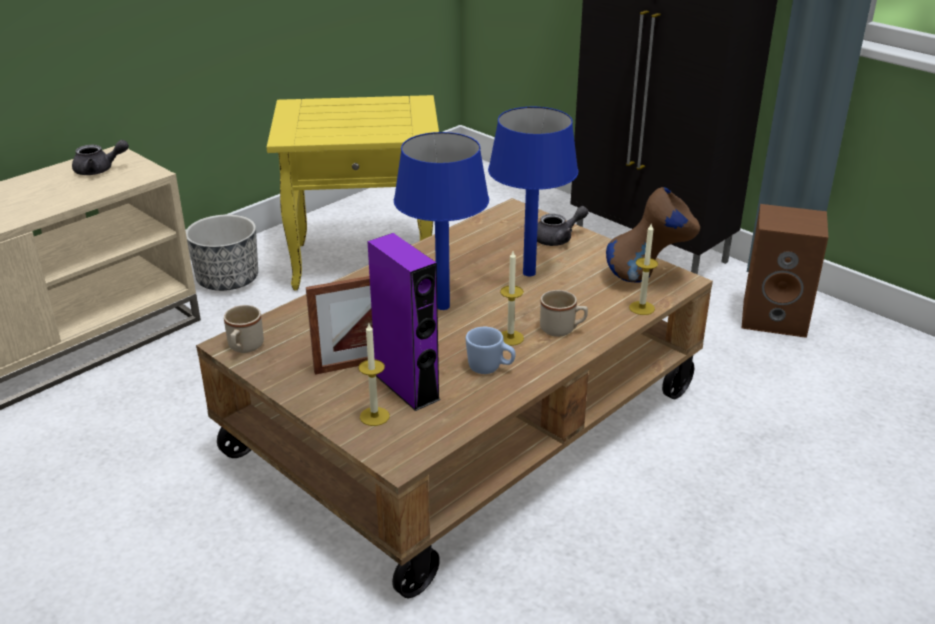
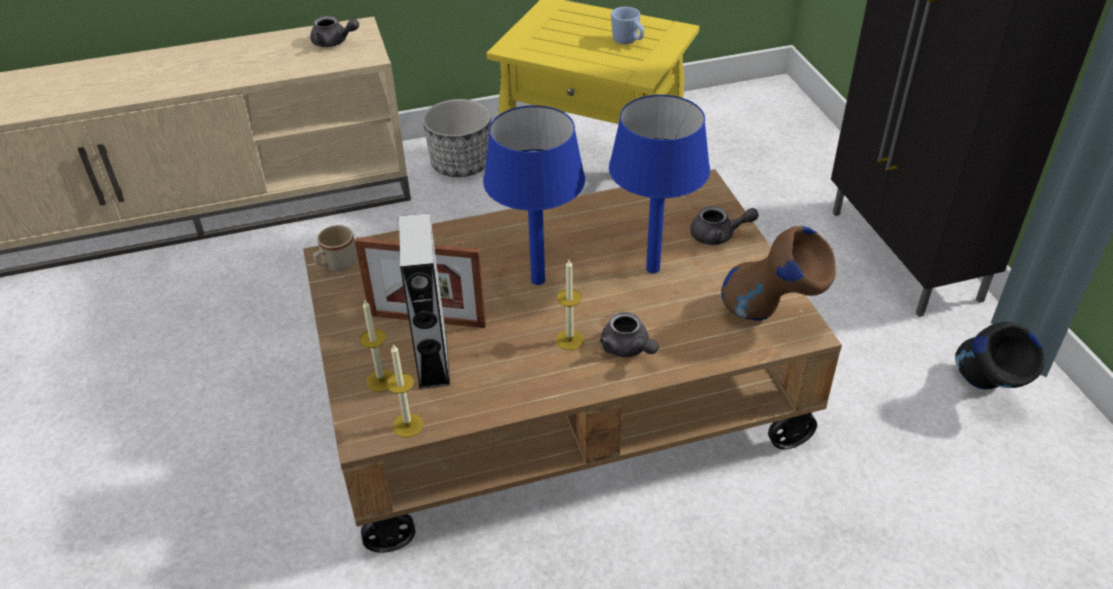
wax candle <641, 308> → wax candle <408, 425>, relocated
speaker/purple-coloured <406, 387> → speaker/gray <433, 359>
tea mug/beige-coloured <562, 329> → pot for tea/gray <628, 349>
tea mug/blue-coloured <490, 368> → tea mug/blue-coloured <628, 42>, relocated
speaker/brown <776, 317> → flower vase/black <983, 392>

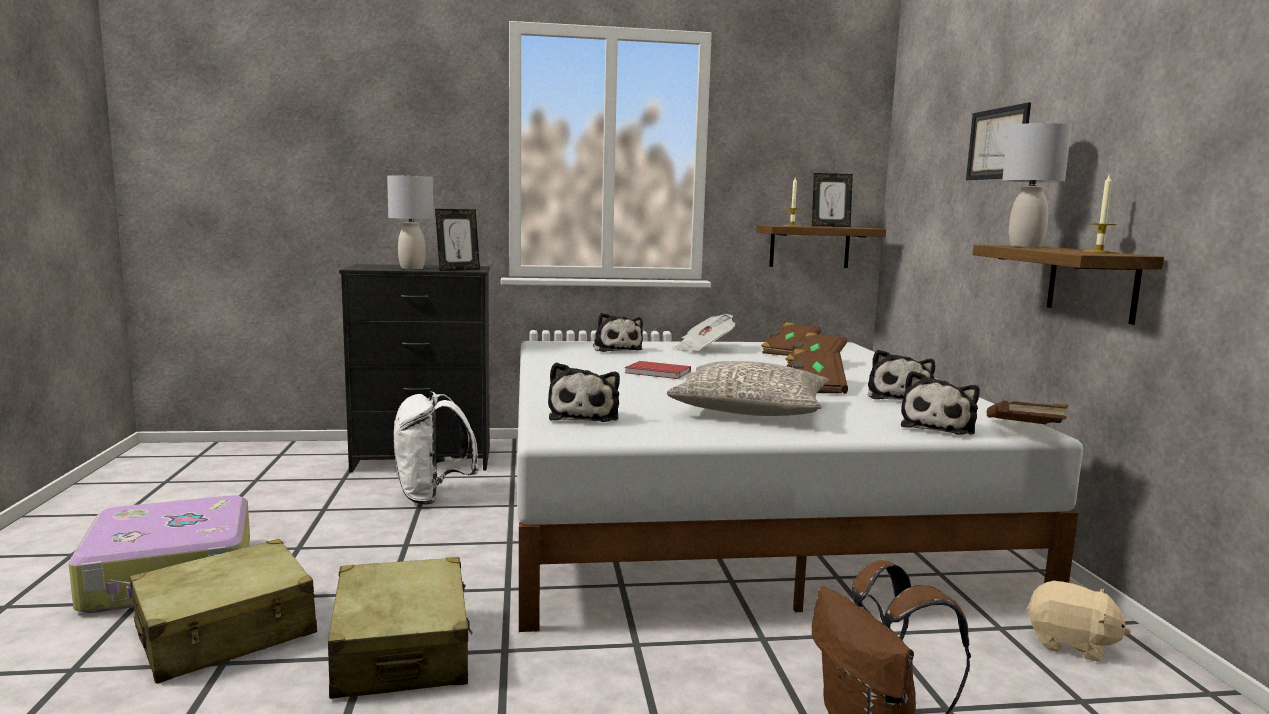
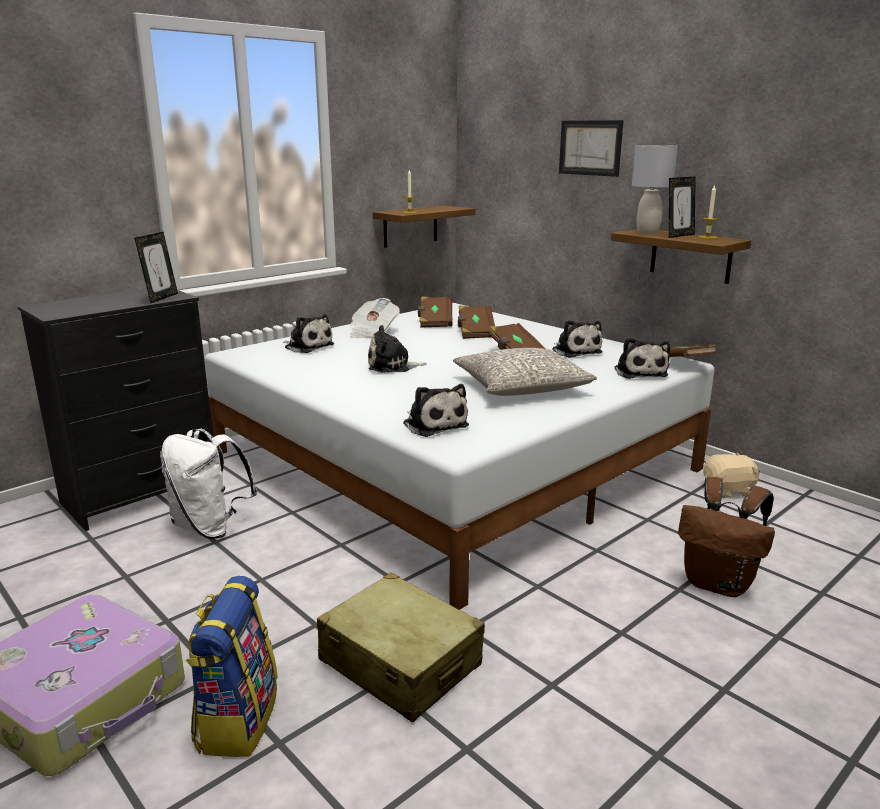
piece of luggage/beige-coloured <227, 632> → backpack <237, 719>
book/red-coloured <657, 373> → cuddly toy <392, 366>
photo frame <830, 226> → photo frame <678, 235>, relocated
tabletop lamp/gray <412, 268> → -

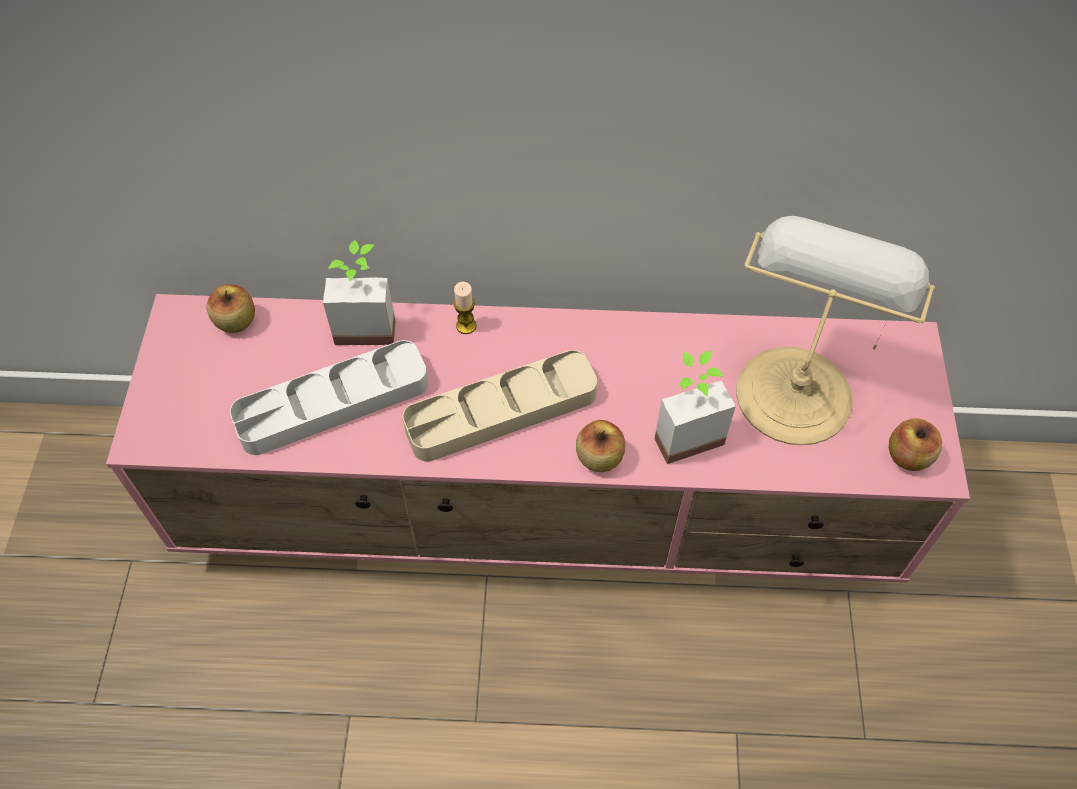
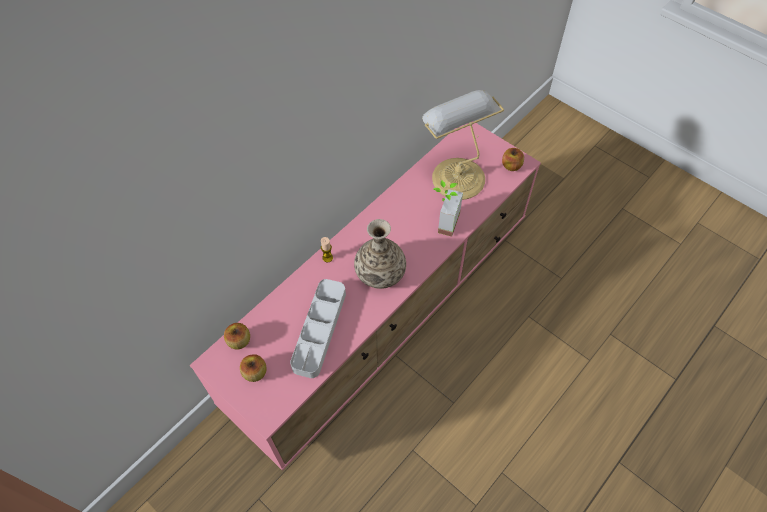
whole apple <599, 457> → whole apple <255, 373>, relocated
carrying tray/beige-coloured <501, 411> → flower vase <380, 273>
plant in a pot <366, 322> → -

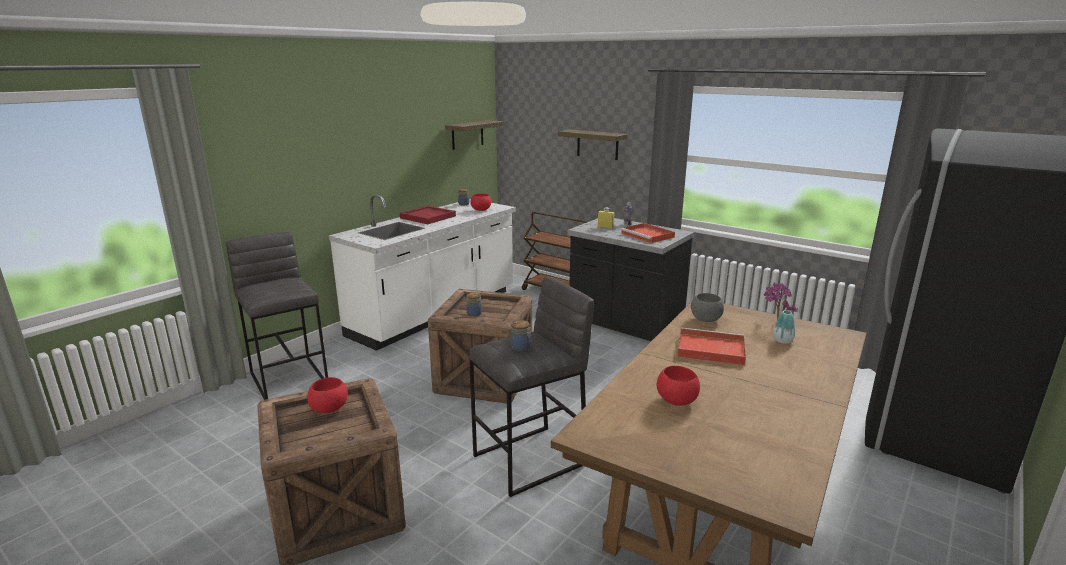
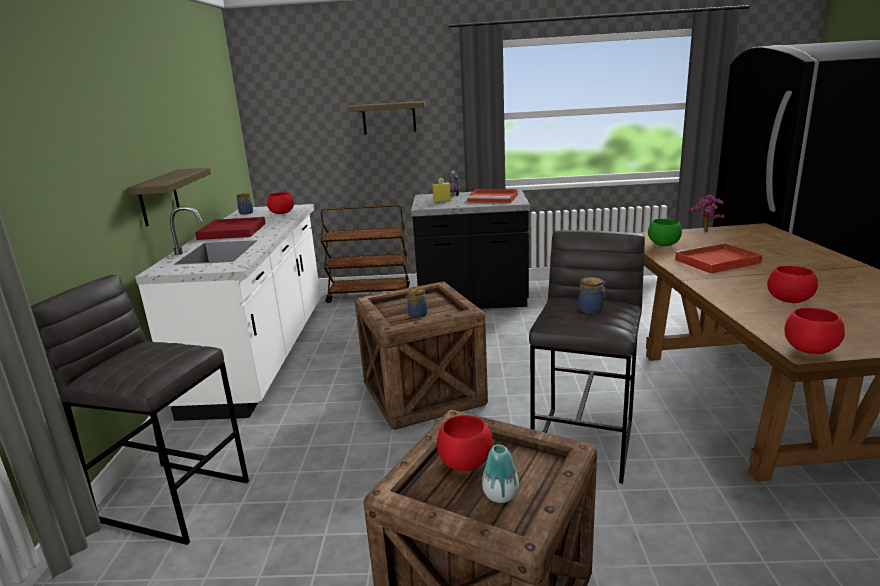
shelf <467, 134> → shelf <158, 197>, relocated
flower vase <782, 341> → flower vase <500, 495>, relocated
deep dish/gray <705, 320> → deep dish/green <663, 245>
- → deep dish/red-coloured <811, 350>

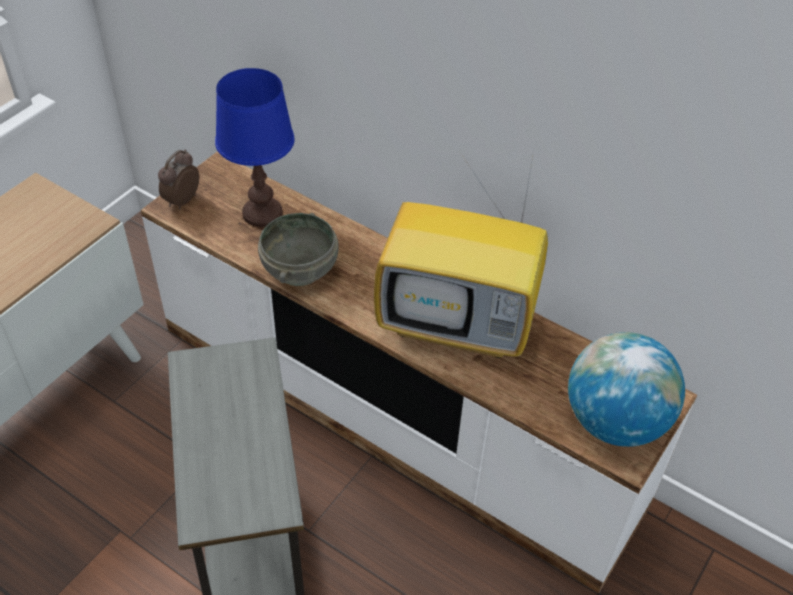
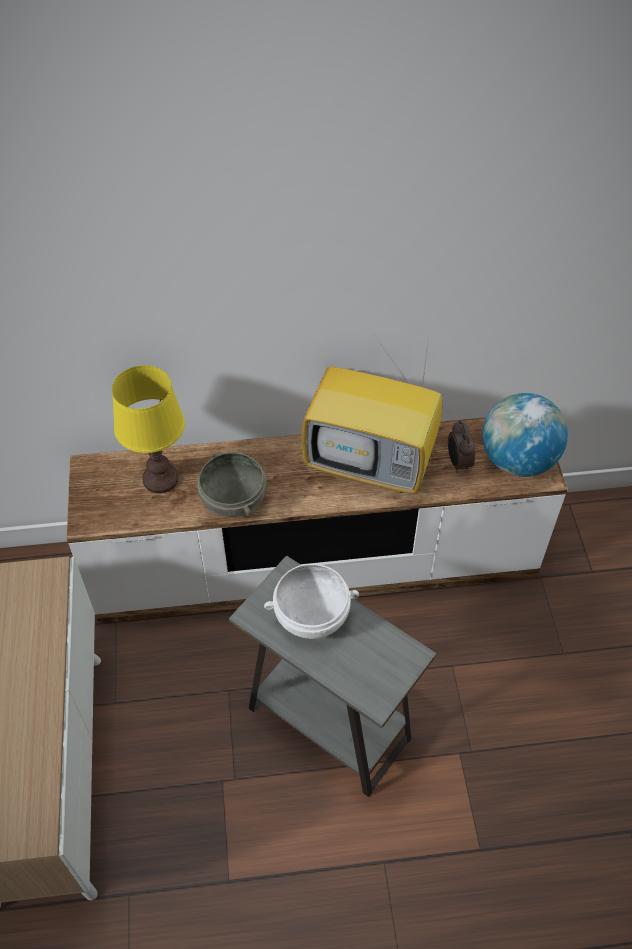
tabletop lamp/blue-coloured <262, 213> → tabletop lamp/yellowish <160, 479>
- → deep dish/white-coloured <311, 617>
TV <460, 323> → TV <372, 463>, 45 degrees clockwise
bedside clock <181, 201> → bedside clock <457, 463>, relocated

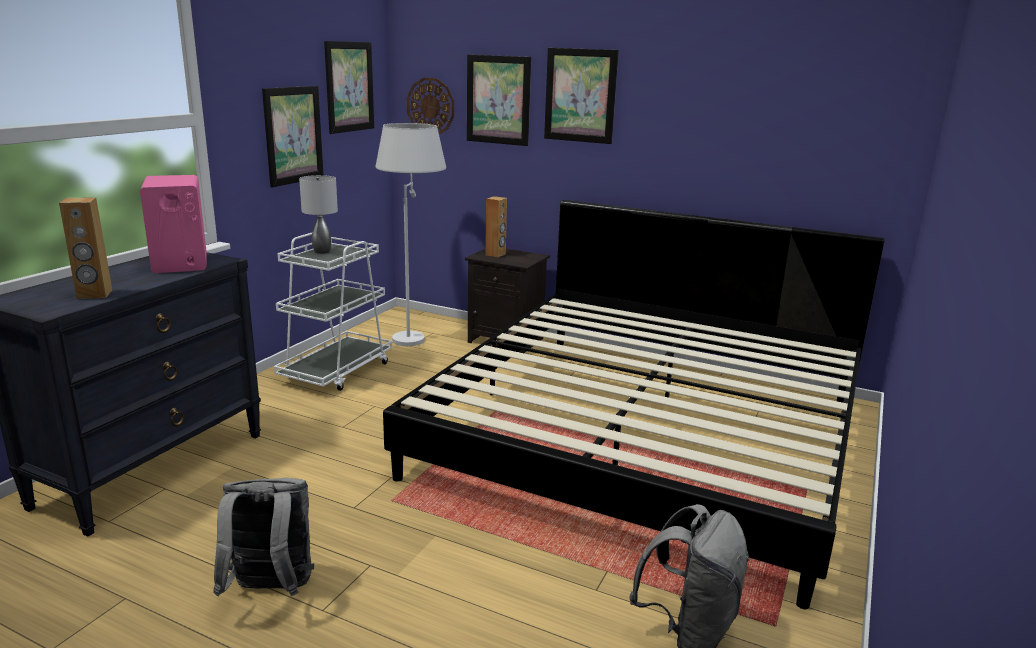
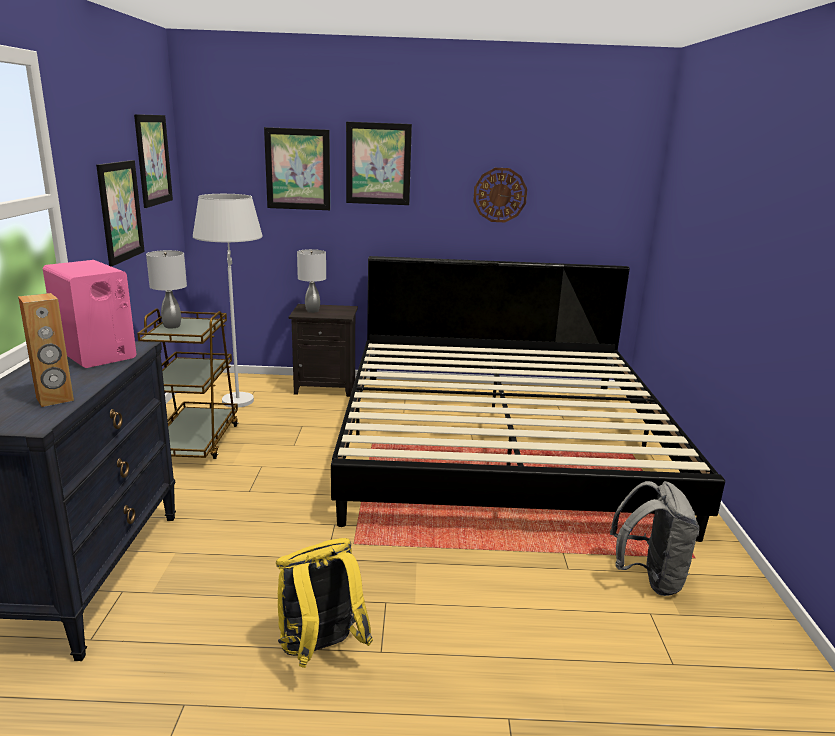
trolley/white-coloured <337, 371> → trolley/brown <195, 441>
backpack/gray <270, 590> → backpack/yellowish <320, 651>
speaker/brown <495, 254> → tabletop lamp/gray <312, 310>
wall clock <430, 106> → wall clock <500, 195>, relocated

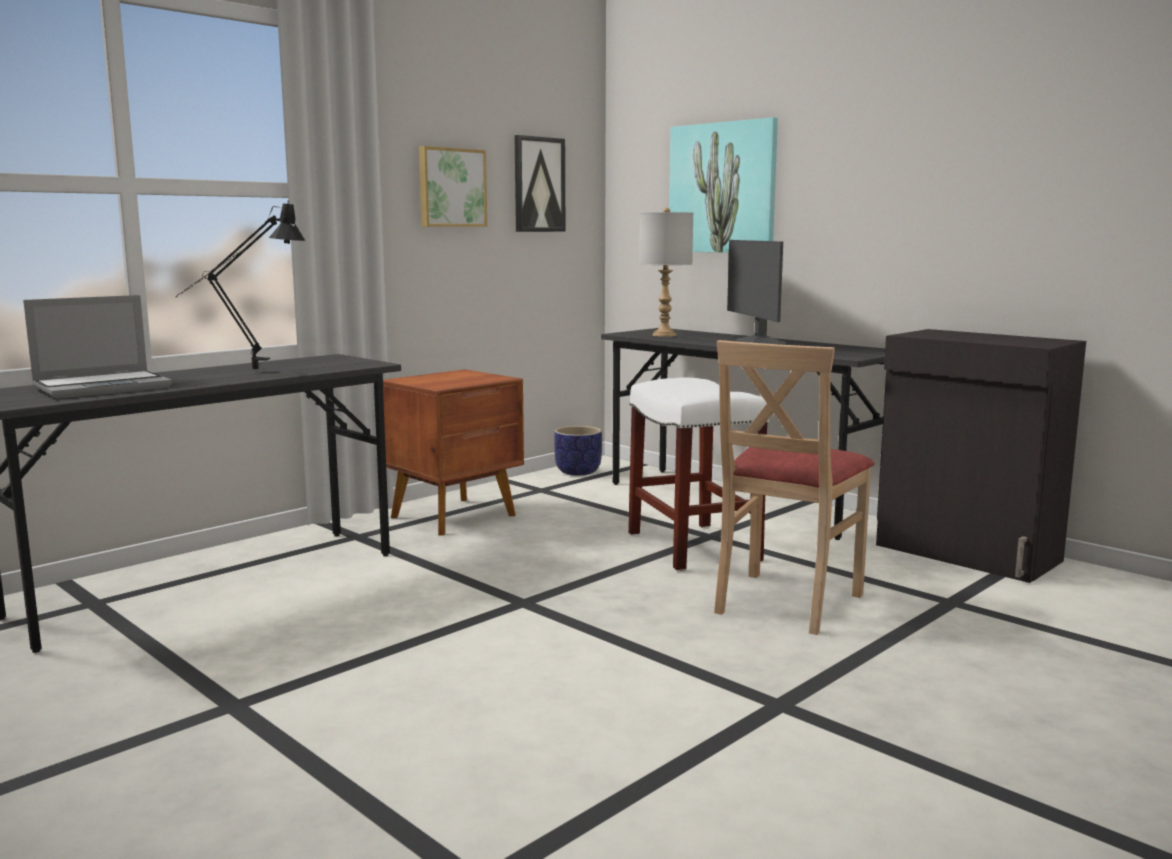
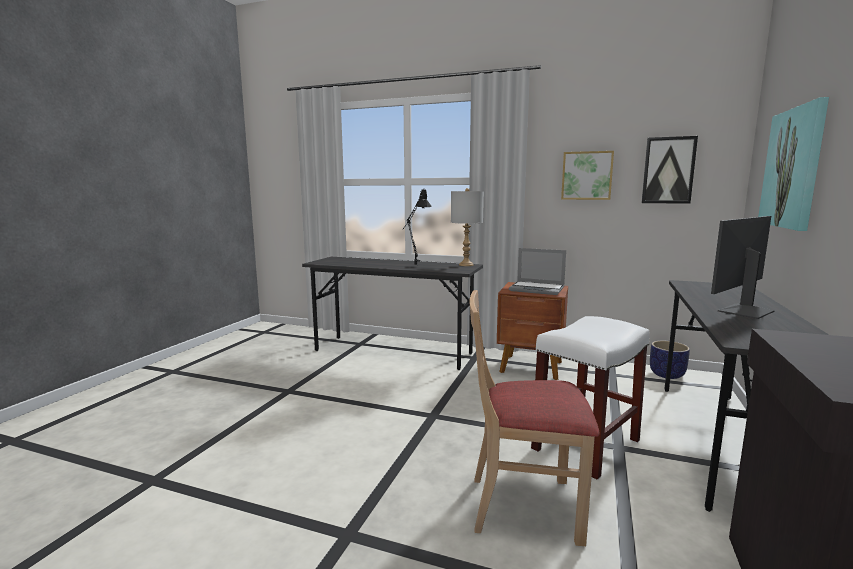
tabletop lamp/gray <665, 335> → tabletop lamp/gray <466, 265>, relocated
portable computer <104, 387> → portable computer <537, 289>, relocated

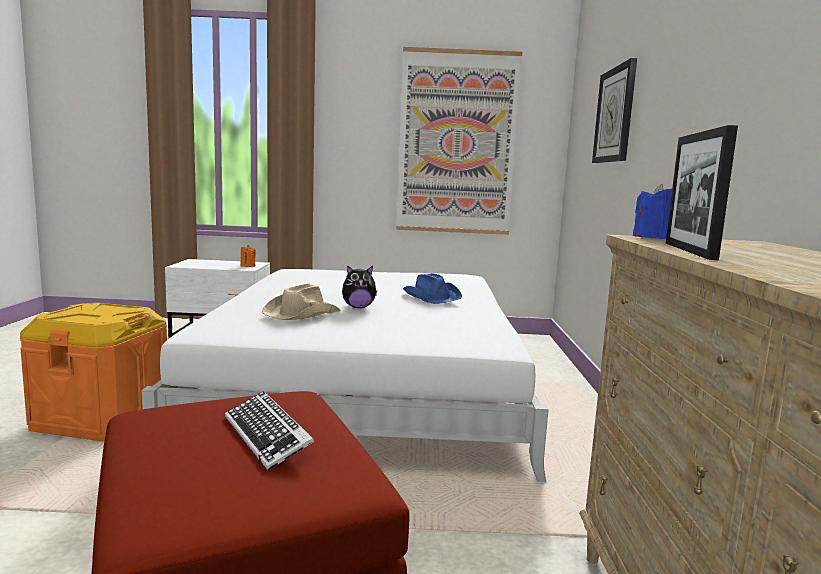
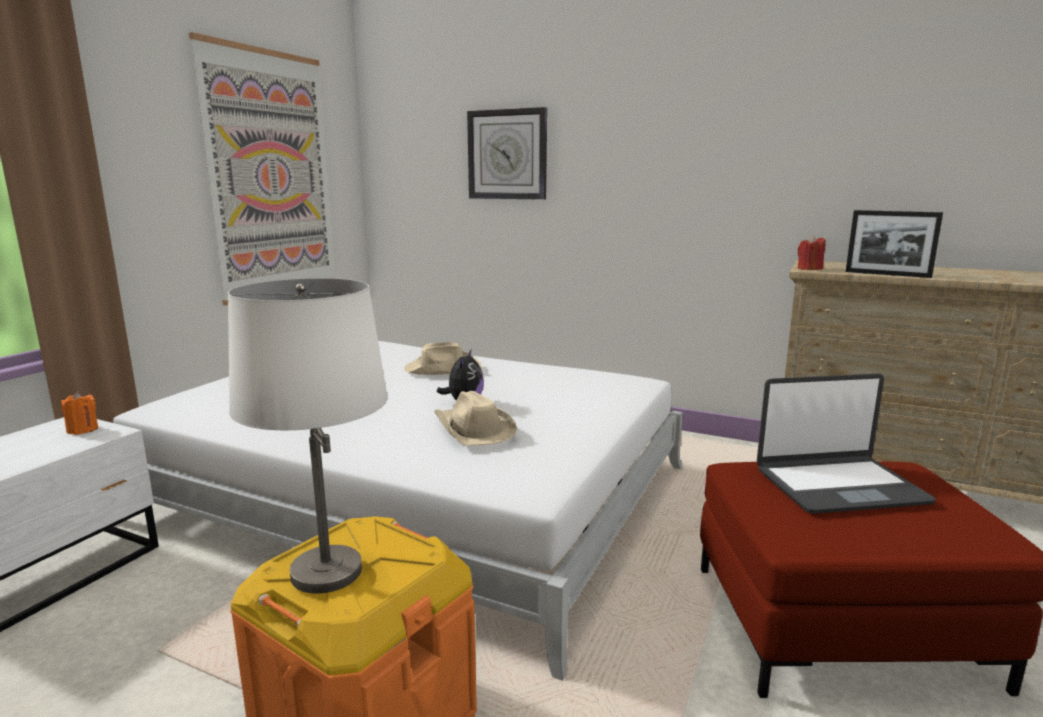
- → tabletop lamp/white-coloured <325, 573>
wearable hat/blue-coloured <431, 297> → wearable hat/beige-coloured <442, 369>
keyboard <267, 436> → portable computer <838, 485>
wax candle/blue-coloured <653, 238> → wax candle/red-coloured <809, 269>

